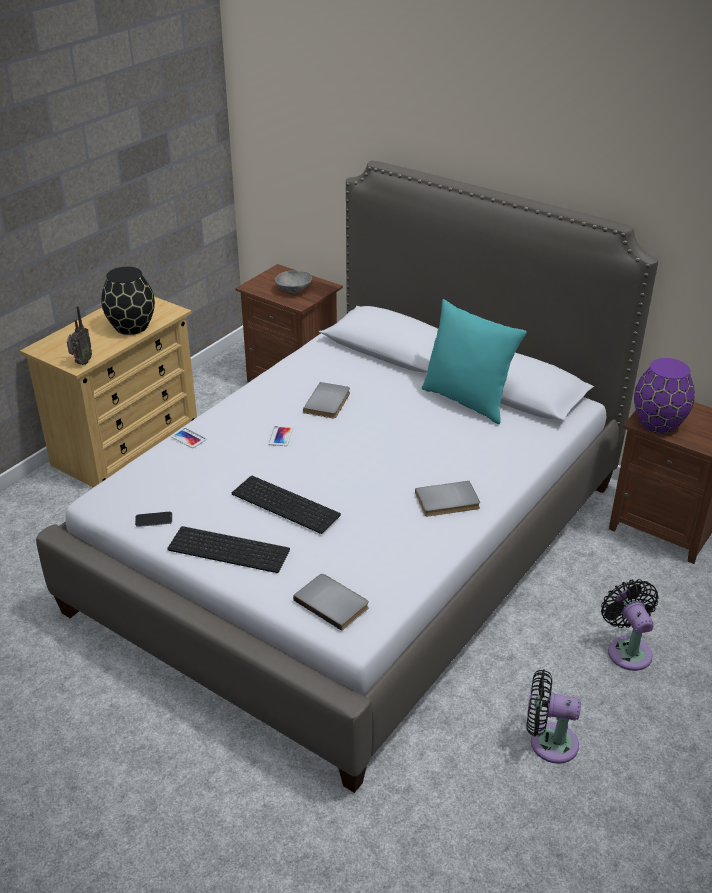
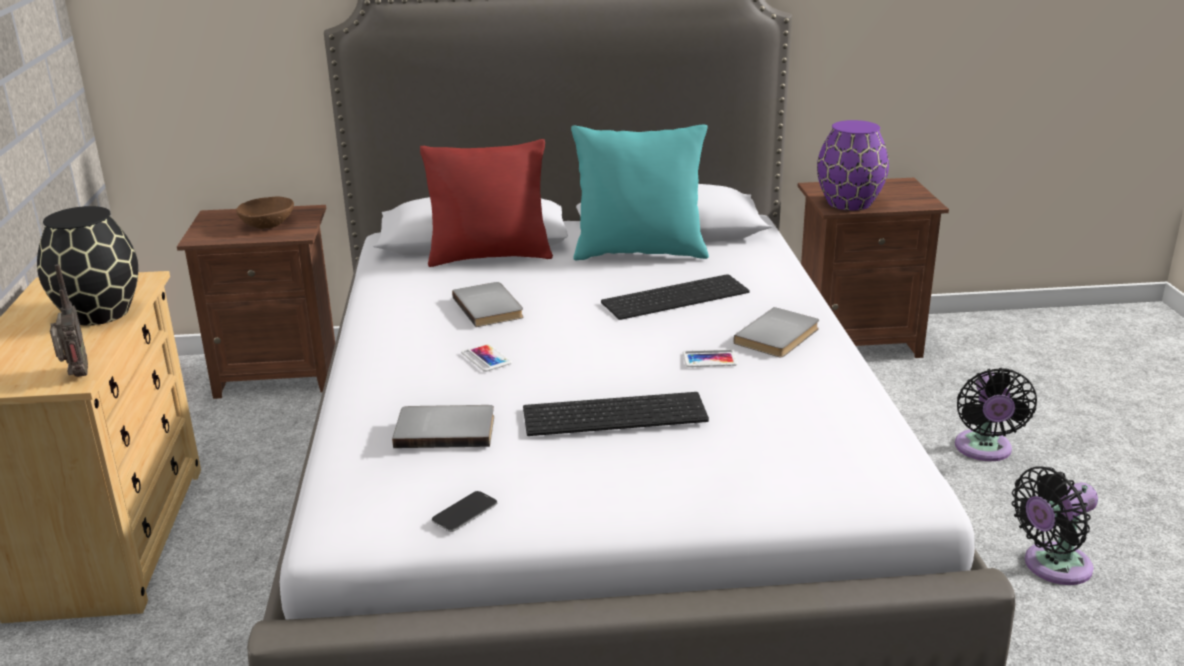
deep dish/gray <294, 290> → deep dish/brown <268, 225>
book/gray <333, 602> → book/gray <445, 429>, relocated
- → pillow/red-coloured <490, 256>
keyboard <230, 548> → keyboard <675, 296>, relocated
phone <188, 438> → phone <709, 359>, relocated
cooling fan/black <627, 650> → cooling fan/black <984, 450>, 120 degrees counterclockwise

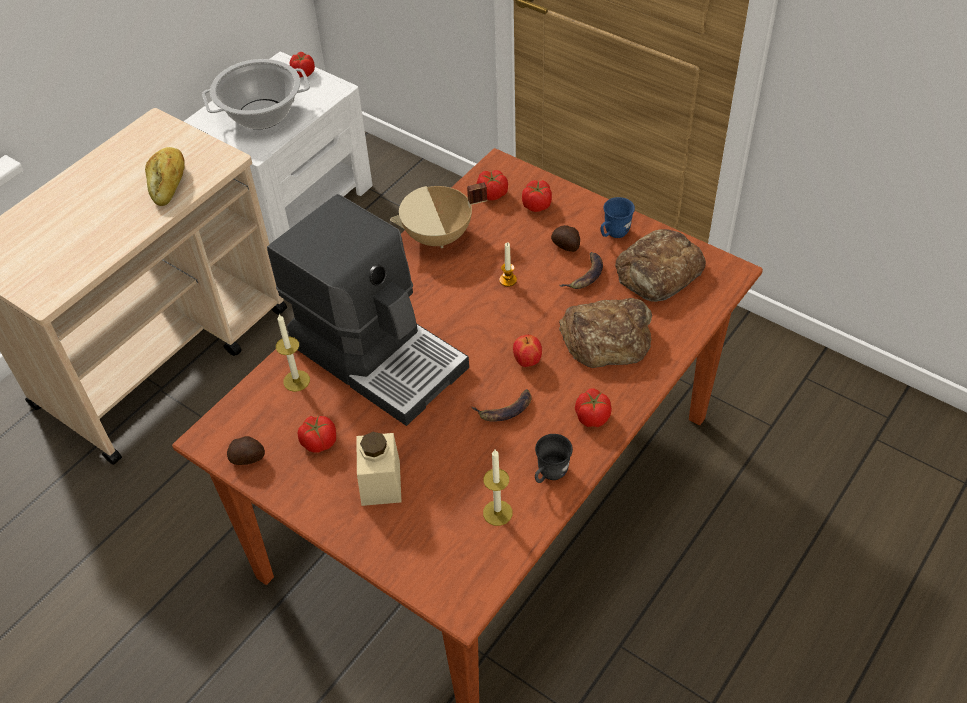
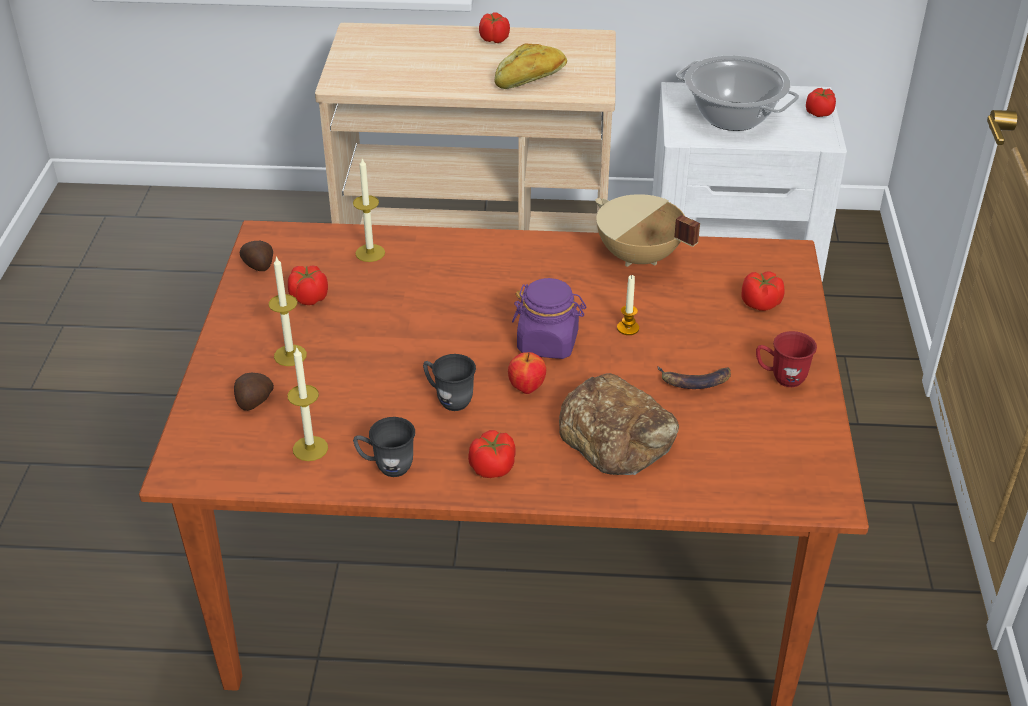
potato <566, 246> → potato <253, 402>, relocated
jar/beige-coloured <380, 483> → wax candle <290, 355>
whole banana <505, 409> → tea mug/gray <448, 399>
tomato <492, 194> → tomato <494, 39>, relocated
- → jar/purple-coloured <548, 343>
tea mug/blue-coloured <613, 234> → tea mug/red-coloured <781, 377>
coffee brewer <379, 354> → -
bakery bread <658, 273> → -

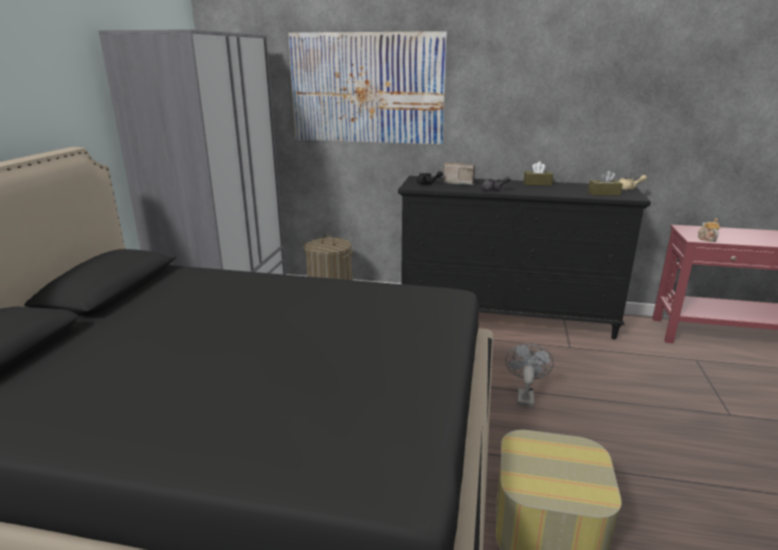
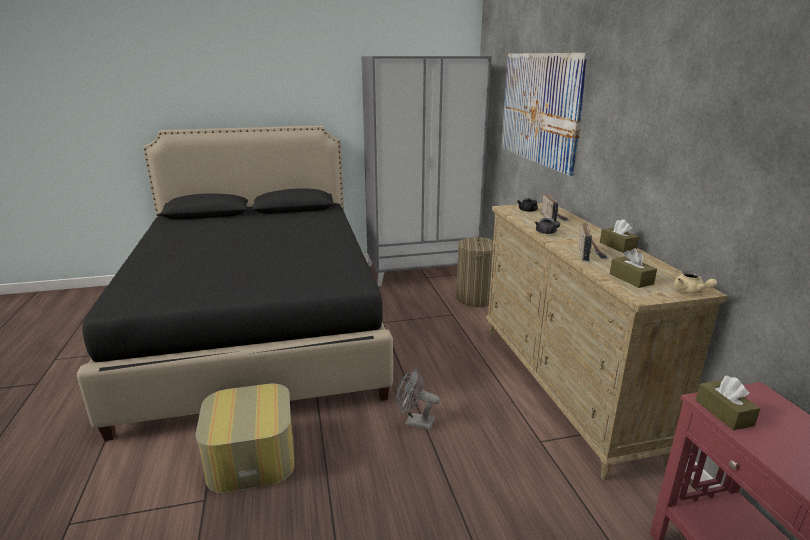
cooling fan/gray <525, 396> → cooling fan/gray <414, 422>, 150 degrees counterclockwise
drawer chest/black <506, 317> → drawer chest/beige-coloured <563, 388>
- → radio set <590, 255>
pot for tea <706, 239> → tissue holder/brown <723, 413>

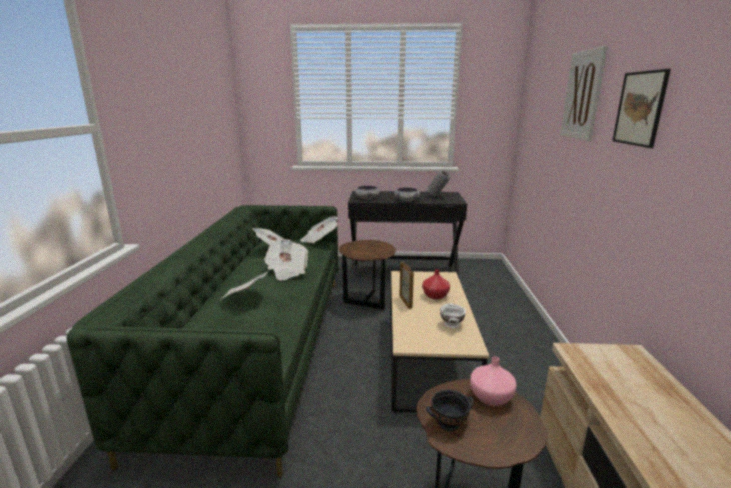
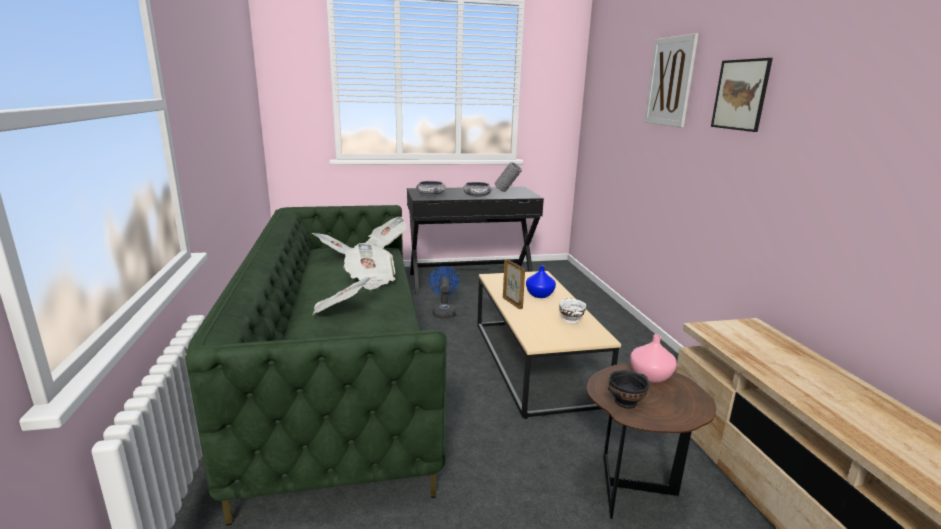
side table/brown <367, 300> → cooling fan/blue-coloured <443, 312>
flower vase/red-coloured <436, 296> → flower vase/blue-coloured <540, 295>

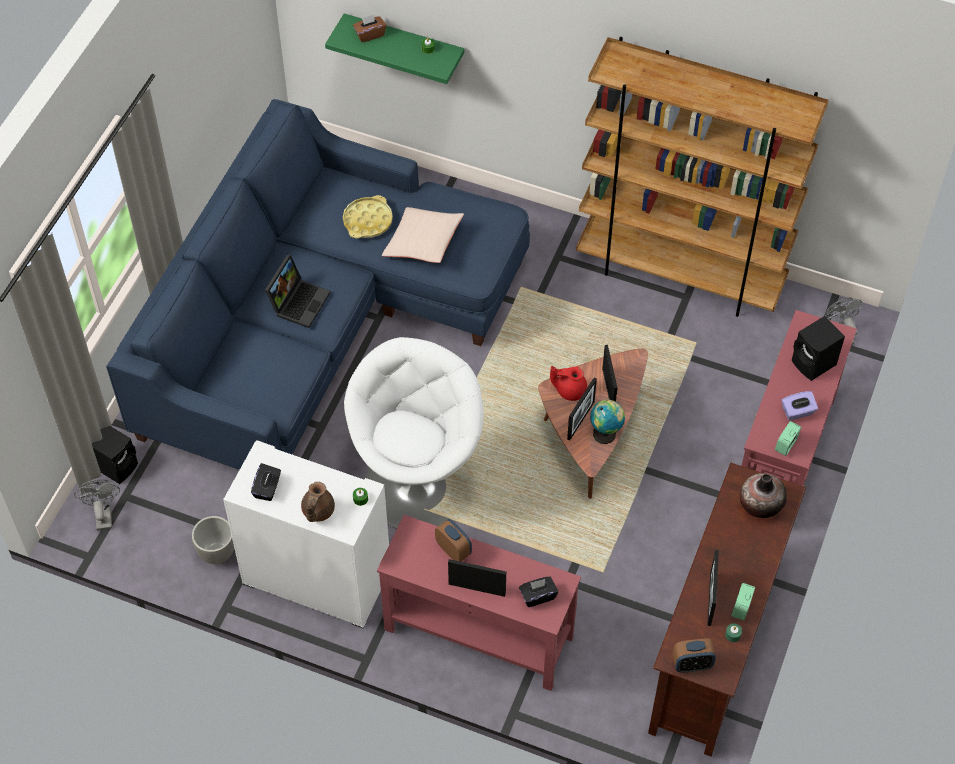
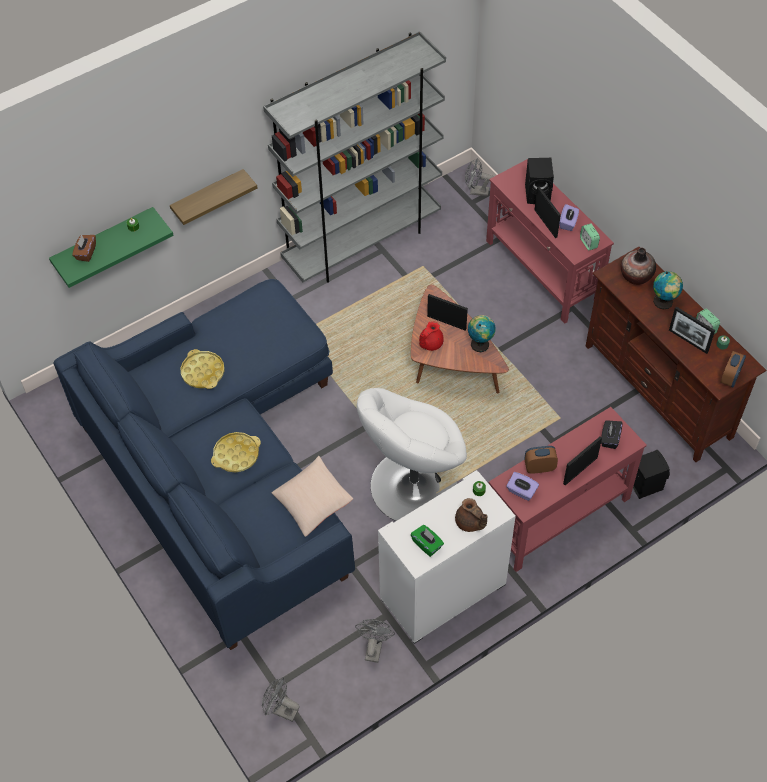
- → shelf <208, 197>
portable computer <299, 301> → carrying tray/yellowish <236, 455>
shelving unit/brown <680, 274> → shelving unit/gray <362, 242>
pillow/beige-coloured <423, 243> → pillow/beige-coloured <312, 502>, relocated
plant pot <216, 553> → cooling fan/gray <374, 647>
easy chair/white-coloured <417, 485> → easy chair/white-coloured <412, 487>, 105 degrees counterclockwise
tissue holder/black <267, 488> → tissue holder/green <427, 544>
- → tissue holder/purple-coloured <521, 491>
photo frame <580, 420> → photo frame <545, 223>, relocated
speaker/black <118, 465> → speaker/black <645, 483>, relocated
- → world globe <664, 302>

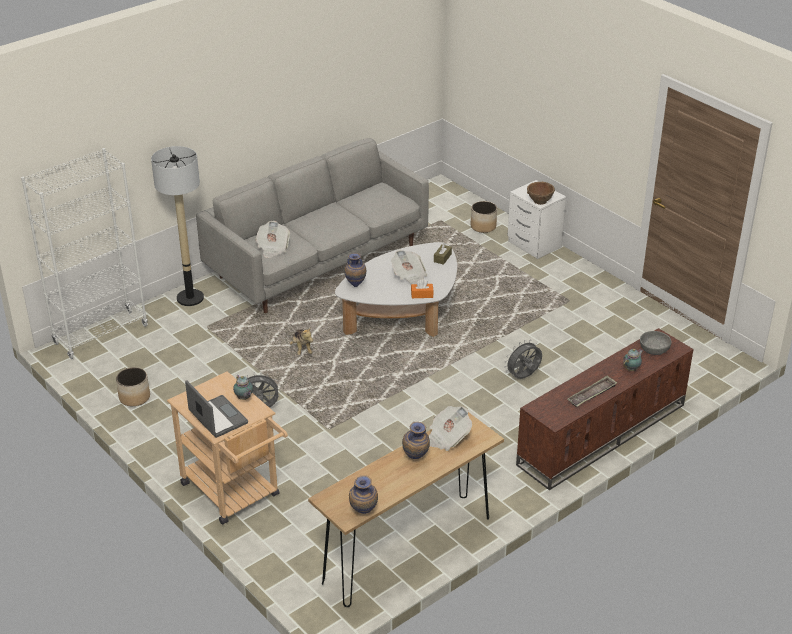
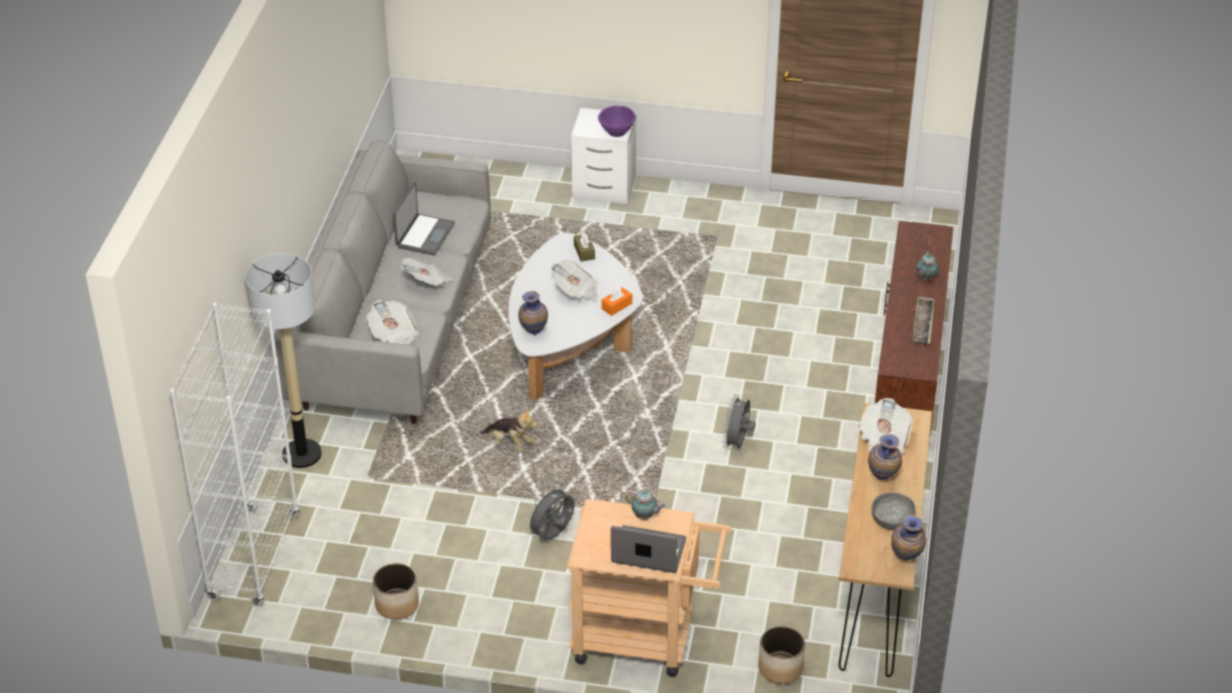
- → portable computer <424, 235>
- → newspaper <427, 282>
deep dish/brown <539, 201> → deep dish/purple-coloured <616, 132>
cooling fan/gray <523, 377> → cooling fan/gray <737, 443>, relocated
plant pot <483, 226> → plant pot <780, 667>, relocated
deep dish/gray <654, 349> → deep dish/gray <891, 519>, relocated

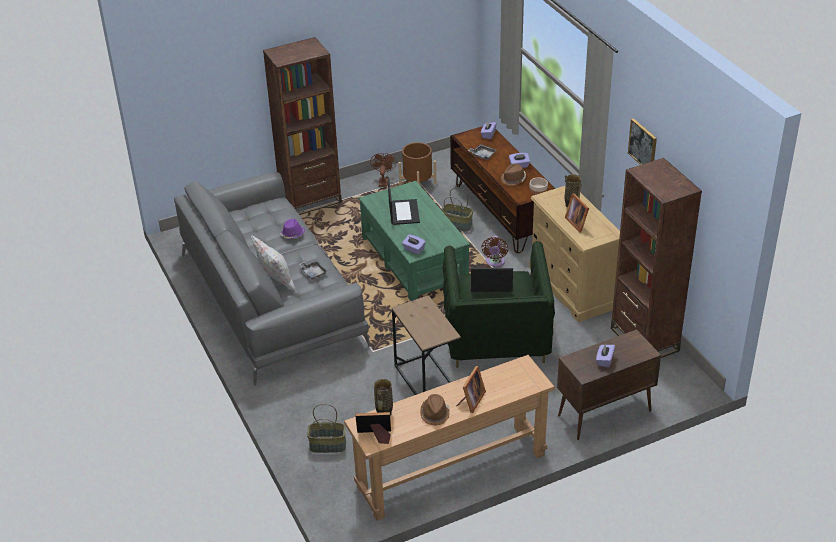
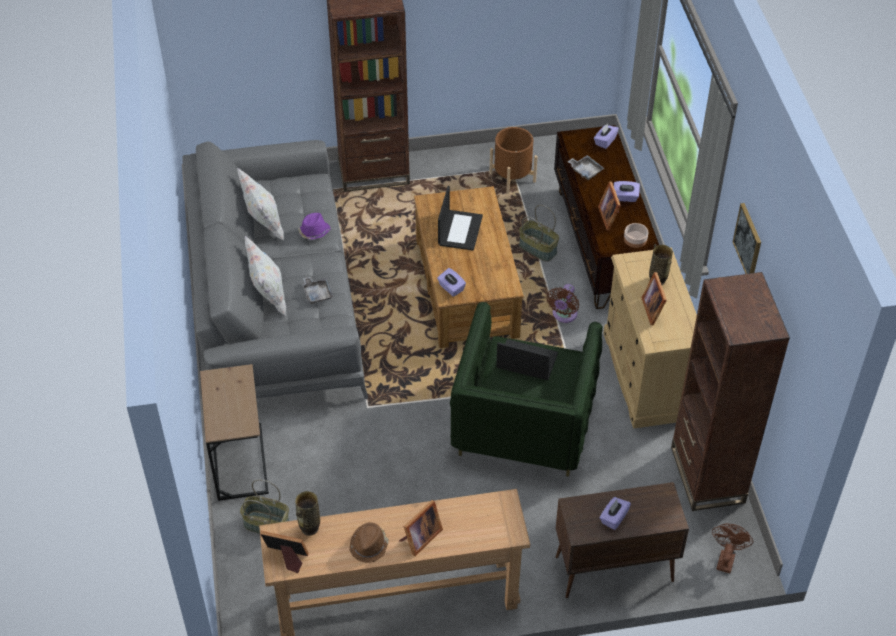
side table/brown <426, 380> → side table/brown <239, 461>, relocated
- → pillow/white-coloured <263, 225>
lounge table/green <414, 259> → lounge table/brown <467, 287>
wearable hat/brown <513, 179> → photo frame <610, 216>
cooling fan/brown <383, 181> → cooling fan/brown <726, 558>, relocated

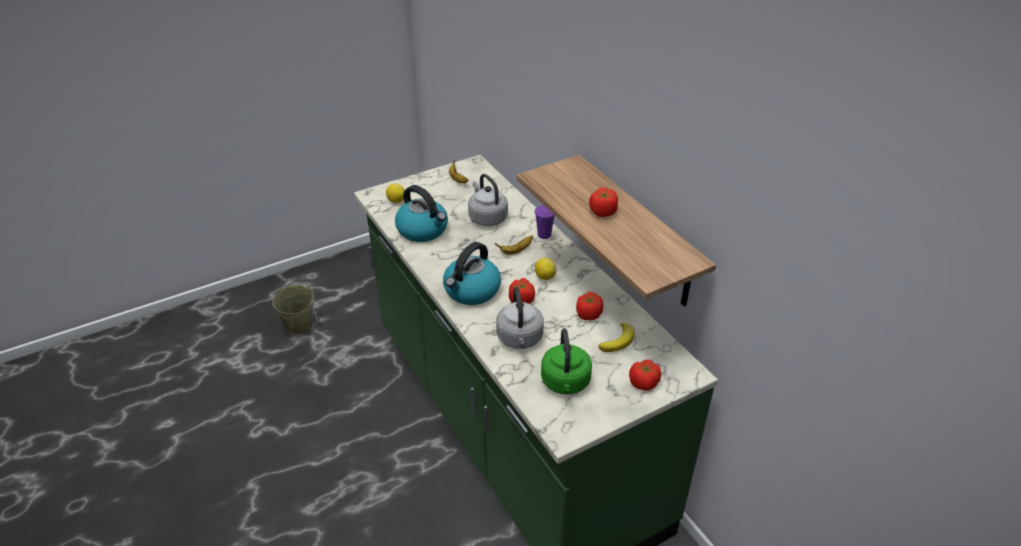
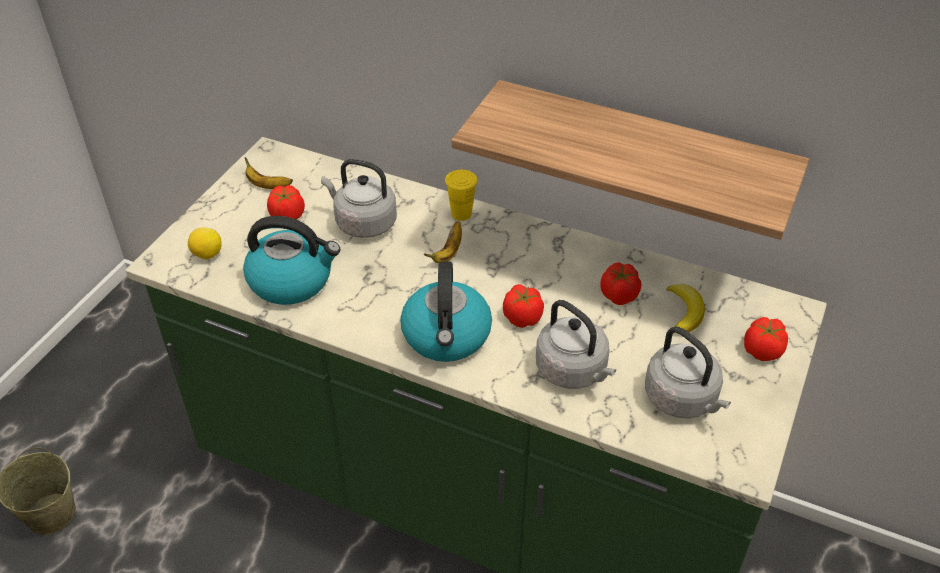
tomato <602, 212> → tomato <287, 215>, relocated
cup/purple-coloured <544, 235> → cup/yellowish <461, 214>
kettle/green <565, 383> → kettle/gray <683, 400>
lemon <545, 277> → -

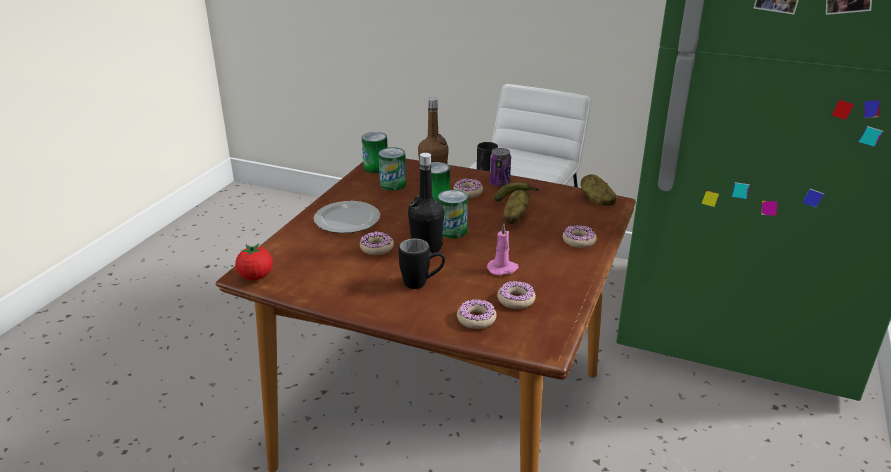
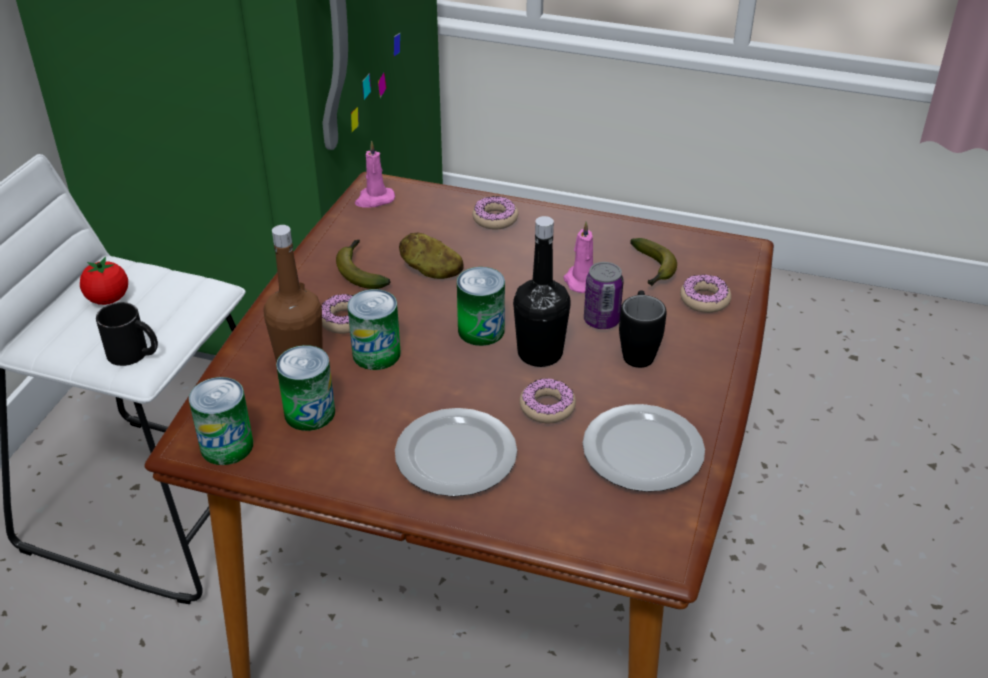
tomato <256, 277> → tomato <108, 299>, relocated
potato <596, 200> → wax candle/pink-coloured <374, 199>
- → flat dish <645, 452>
metal can <499, 183> → metal can <601, 320>, relocated
doughnut <516, 300> → whole banana <652, 270>

